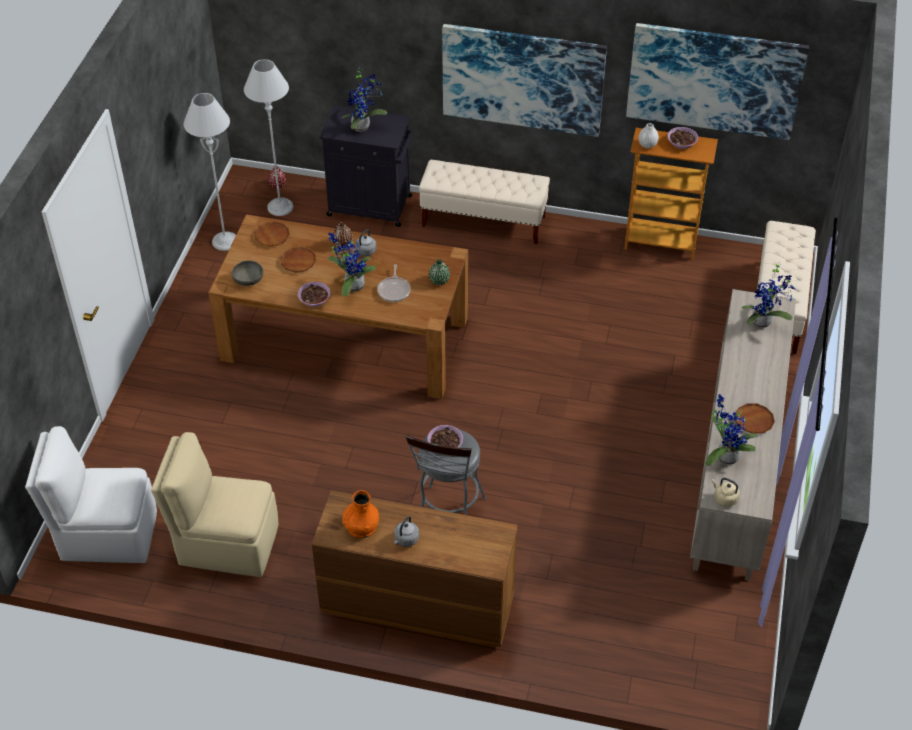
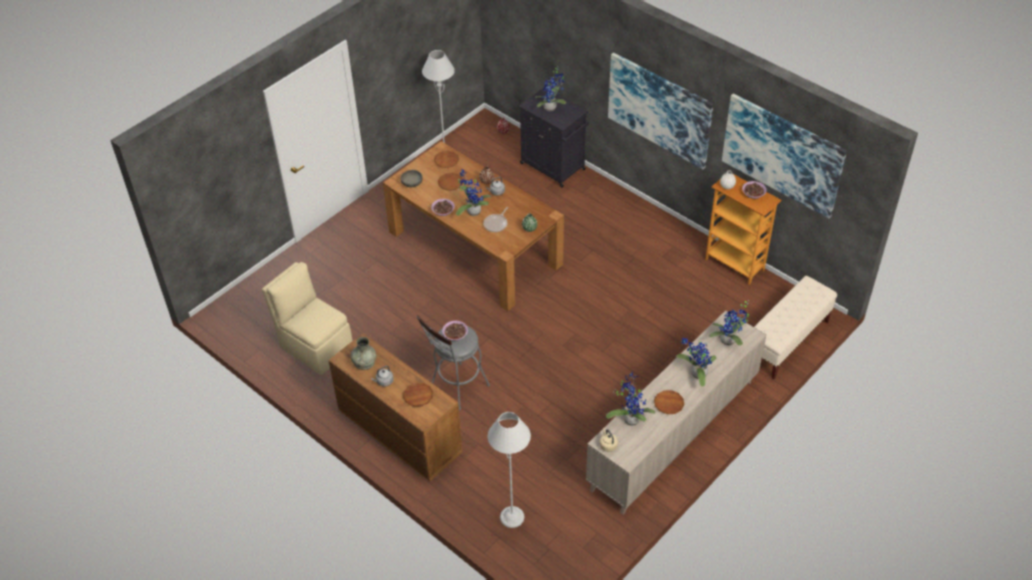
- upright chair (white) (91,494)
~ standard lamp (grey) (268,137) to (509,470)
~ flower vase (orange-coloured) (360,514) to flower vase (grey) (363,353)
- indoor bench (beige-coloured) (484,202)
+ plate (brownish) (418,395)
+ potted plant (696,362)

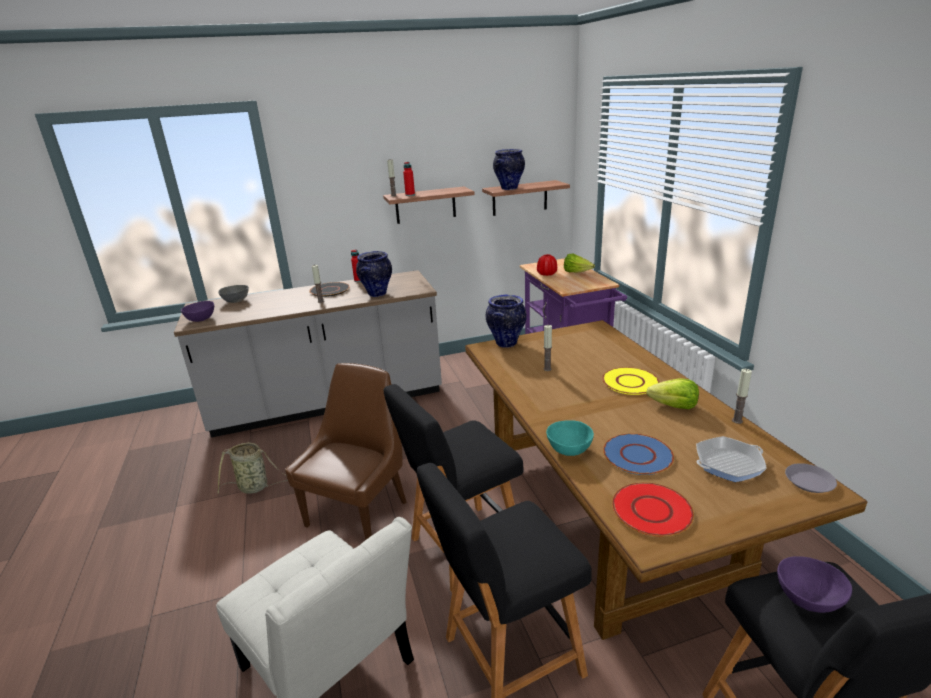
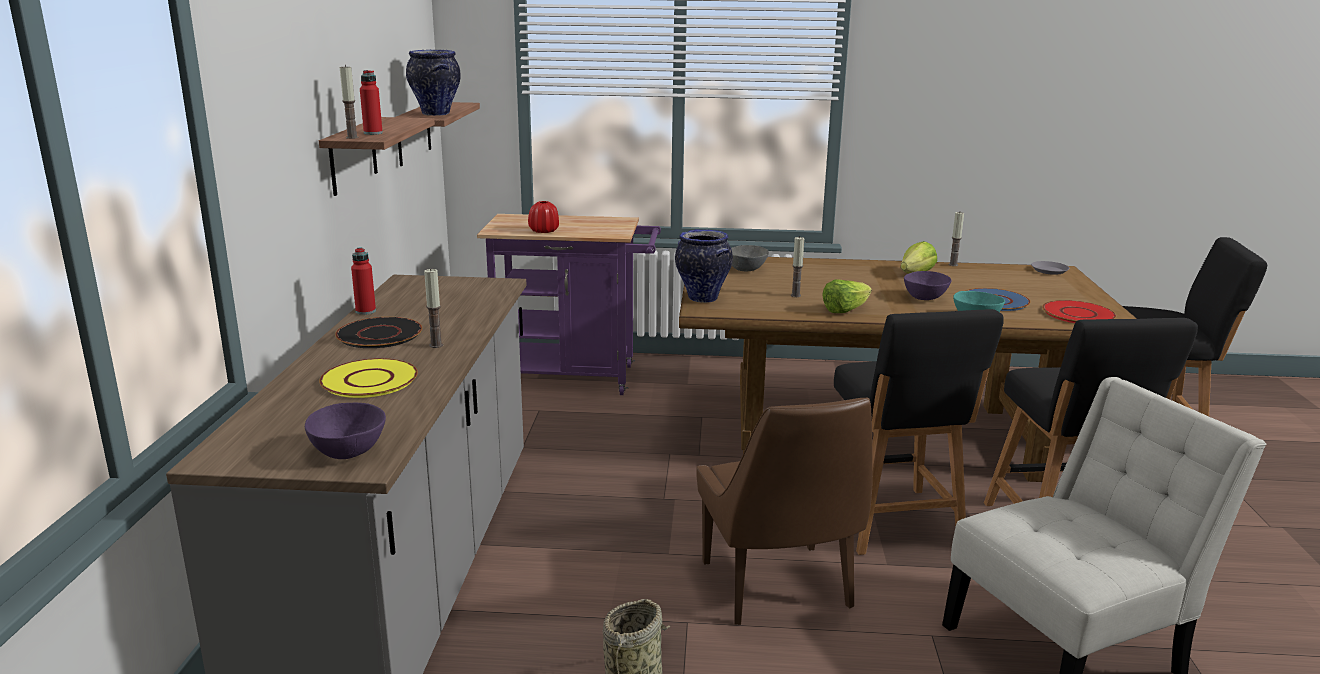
~ bowl (grey) (233,294) to (750,258)
~ upright chair (brownish) (345,451) = (784,511) 150 degrees counterclockwise
- flower vase (374,274)
~ head of lettuce (579,263) to (847,296)
~ plate (yellowish) (630,381) to (368,378)
- frying pan (731,459)
~ bowl (purplish) (814,584) to (927,285)

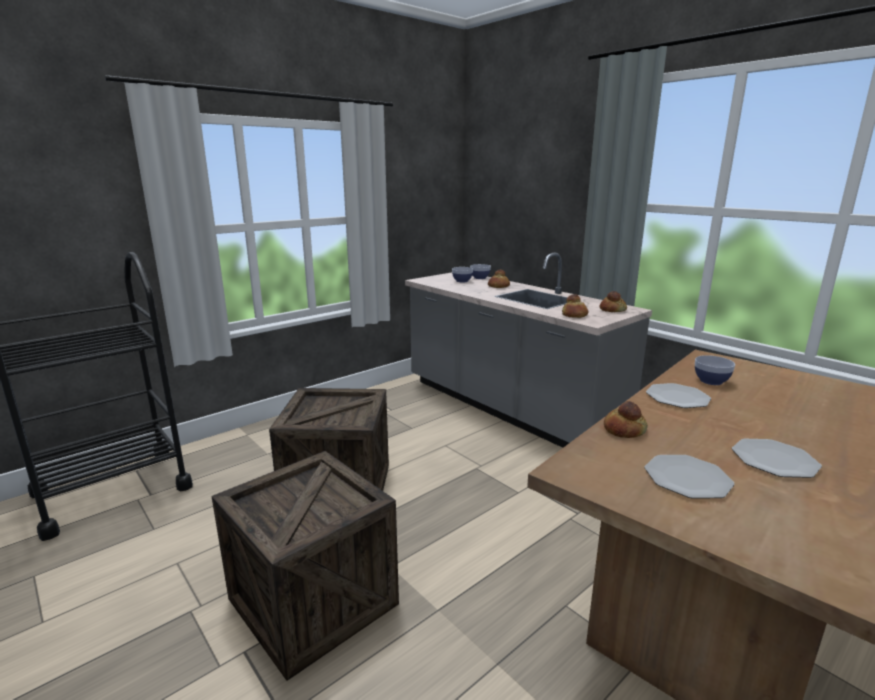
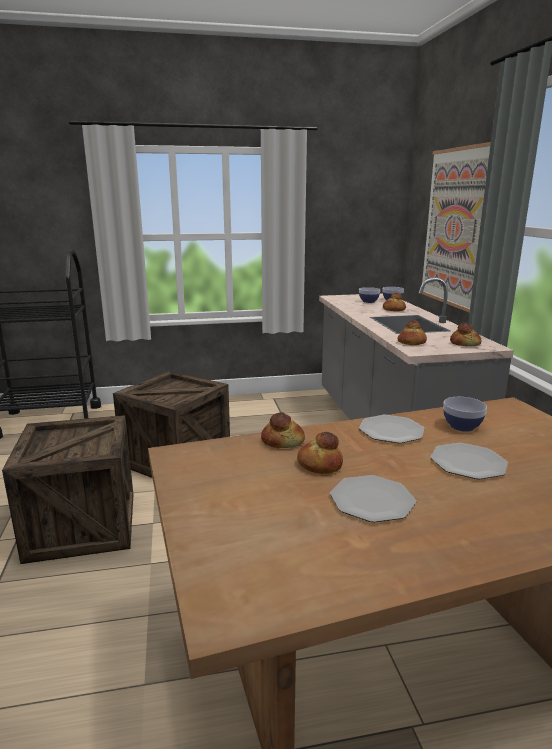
~ plate (690,477) to (469,461)
+ baked bread (320,453)
+ wall picture (456,227)

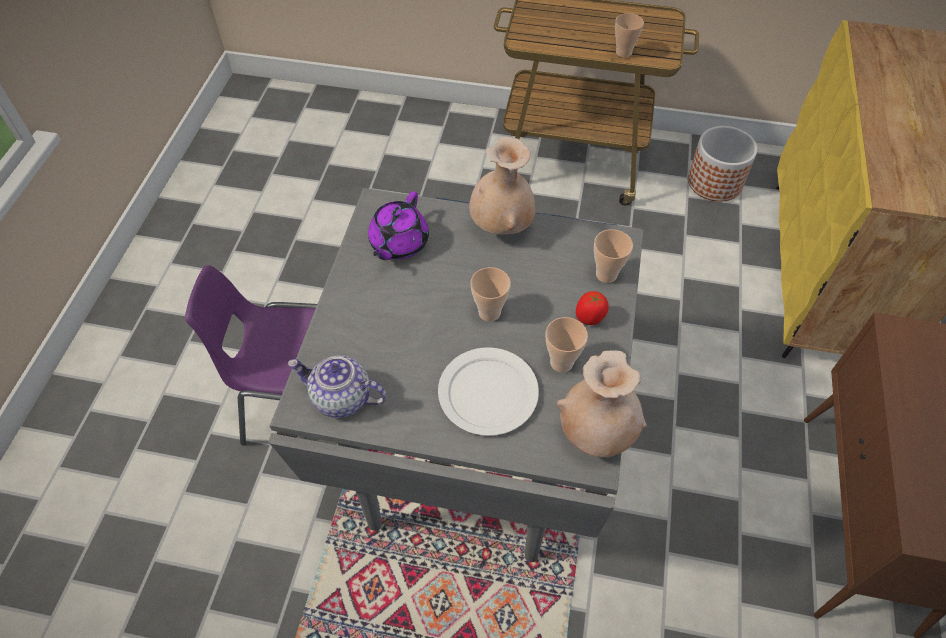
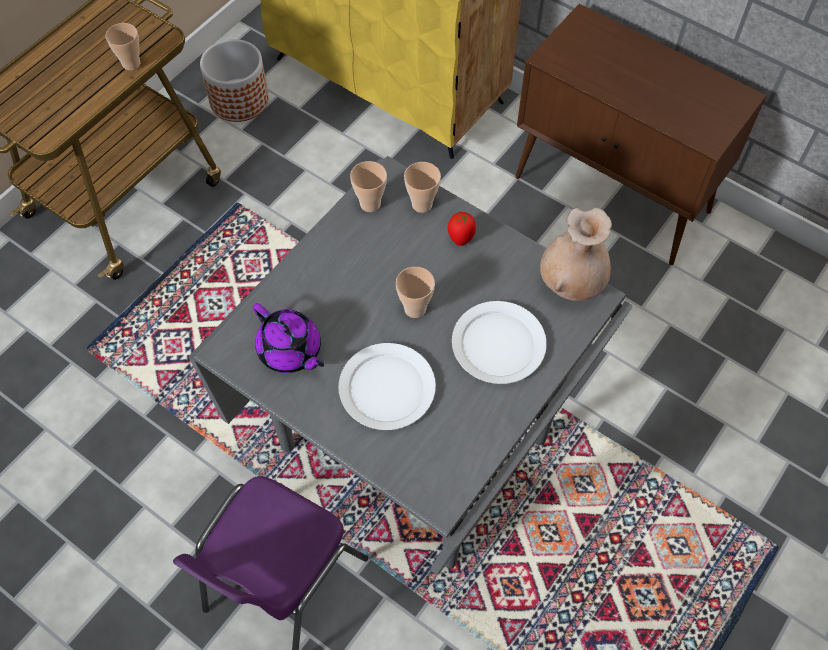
- teapot (337,386)
- flower vase (beige-coloured) (502,186)
~ small cup (567,345) to (368,186)
+ plate (white) (387,386)

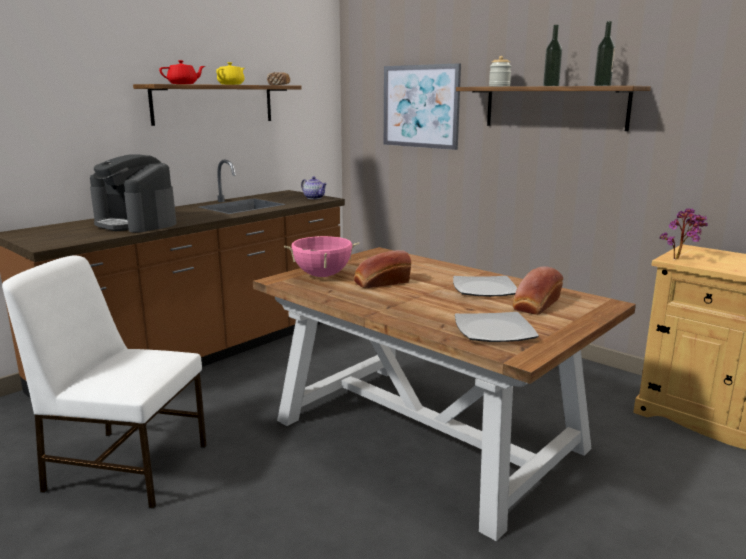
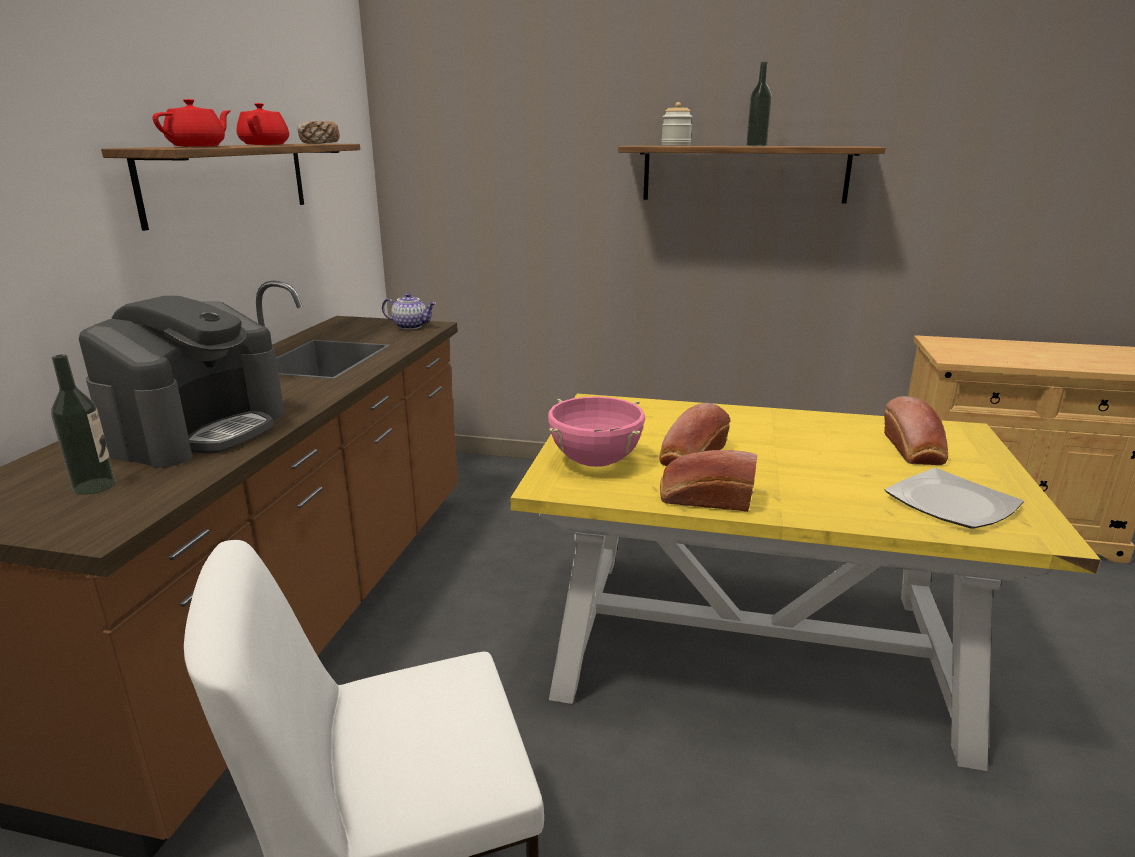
~ coffee maker (133,193) = (182,382) 75 degrees counterclockwise
~ teapot (yellowish) (230,73) to teapot (reddish) (263,124)
~ dining table (brownish) (444,394) to dining table (yellowish) (806,582)
- wall picture (422,106)
- plate (485,286)
~ drink bottle (604,53) to (83,424)
- potted plant (683,234)
+ baked bread (708,481)

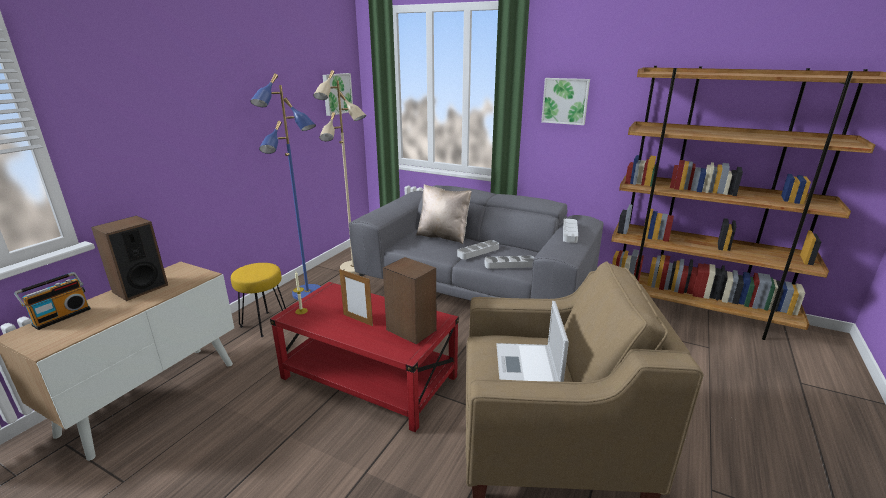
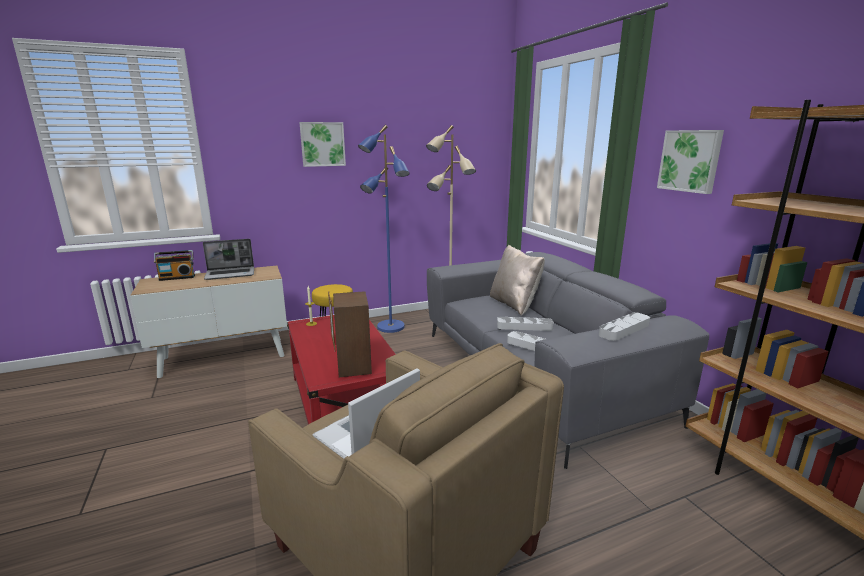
~ loudspeaker (129,258) to notebook computer (228,259)
~ wall picture (338,94) to (322,144)

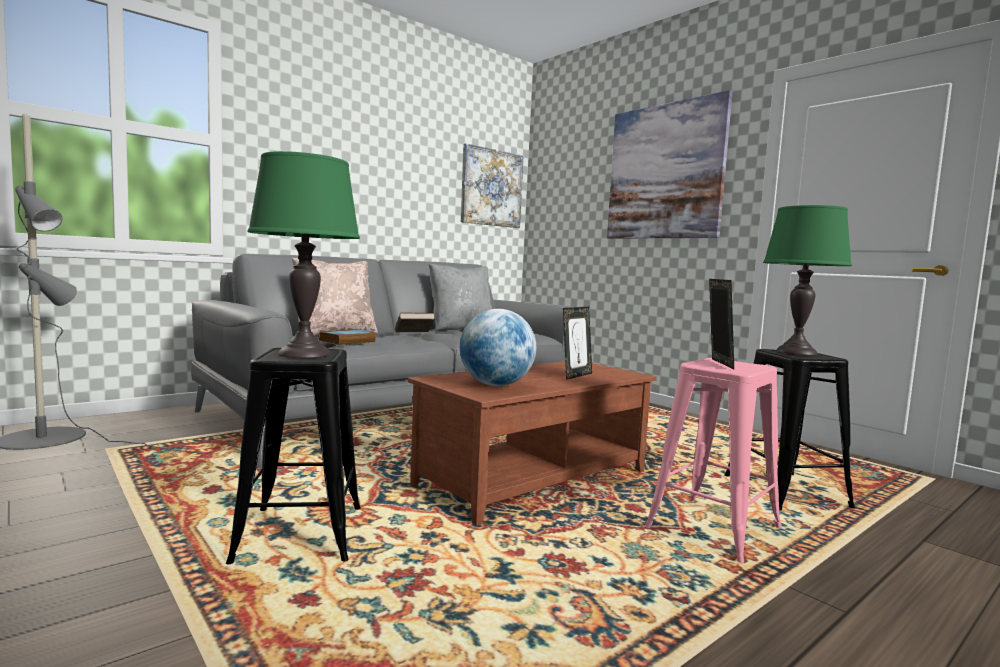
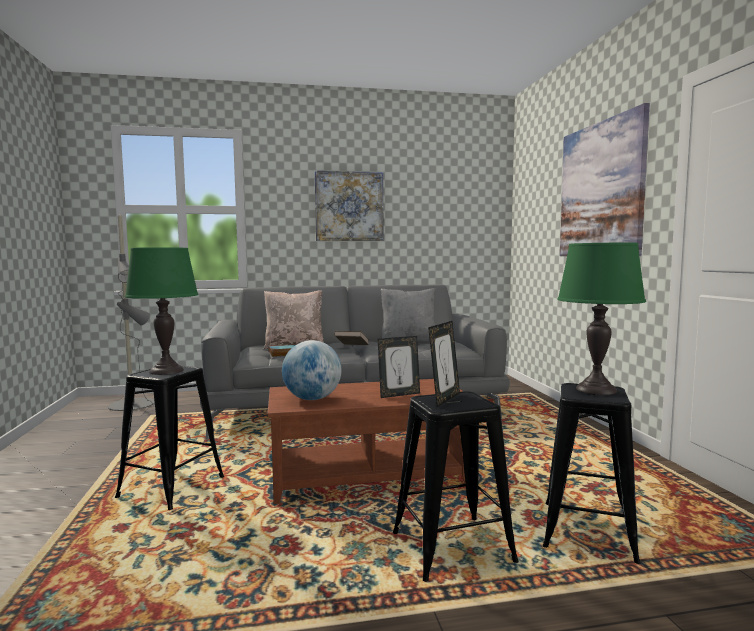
~ wall picture (492,185) to (349,206)
~ stool seat (pink) (713,460) to stool seat (blackish) (456,486)

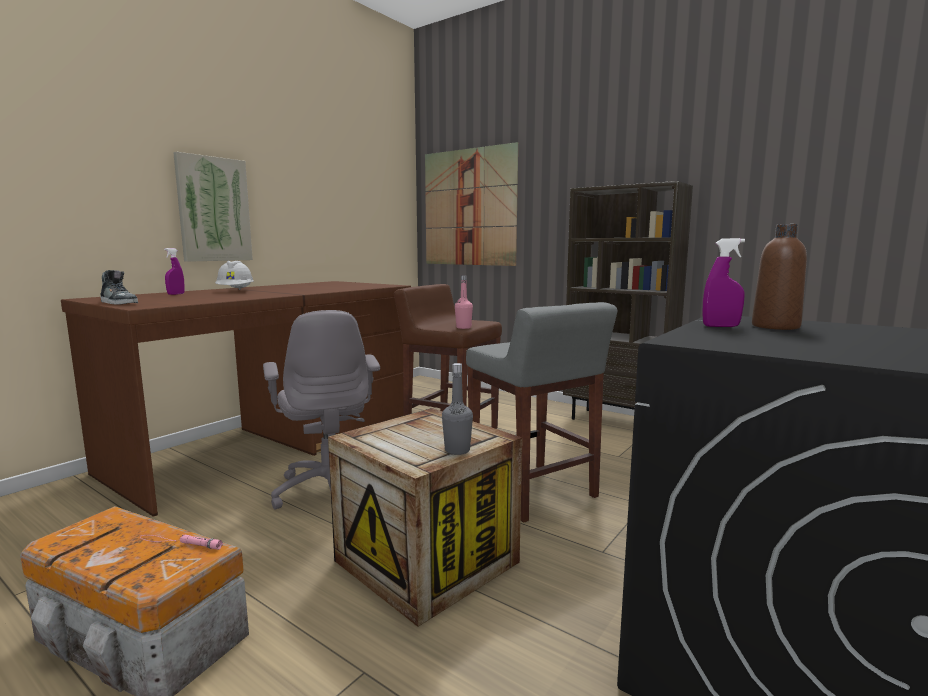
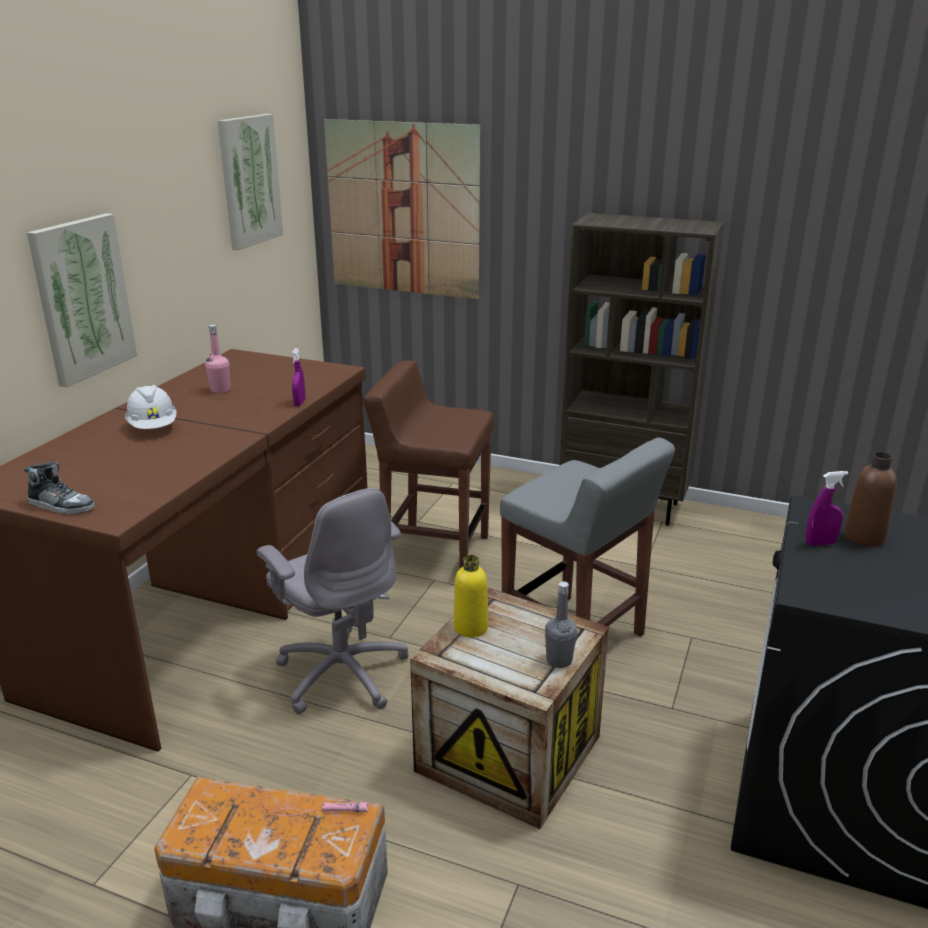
~ sprayer (purplish) (174,271) to (299,377)
~ drink bottle (pink) (464,302) to (218,359)
+ wall picture (250,182)
+ drink bottle (yellowish) (470,596)

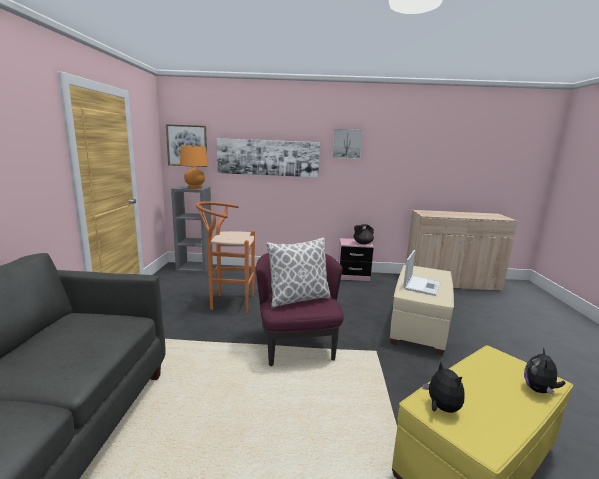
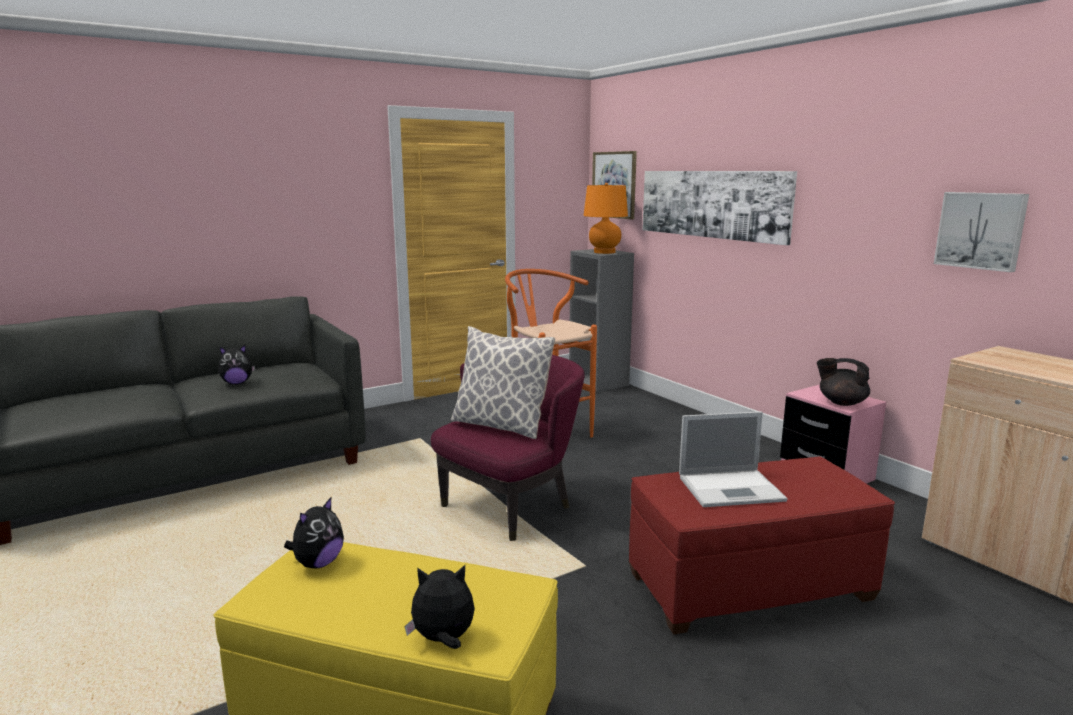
~ wall picture (347,144) to (981,232)
~ footrest (beige-coloured) (422,310) to footrest (reddish) (762,545)
+ cuddly toy (236,364)

